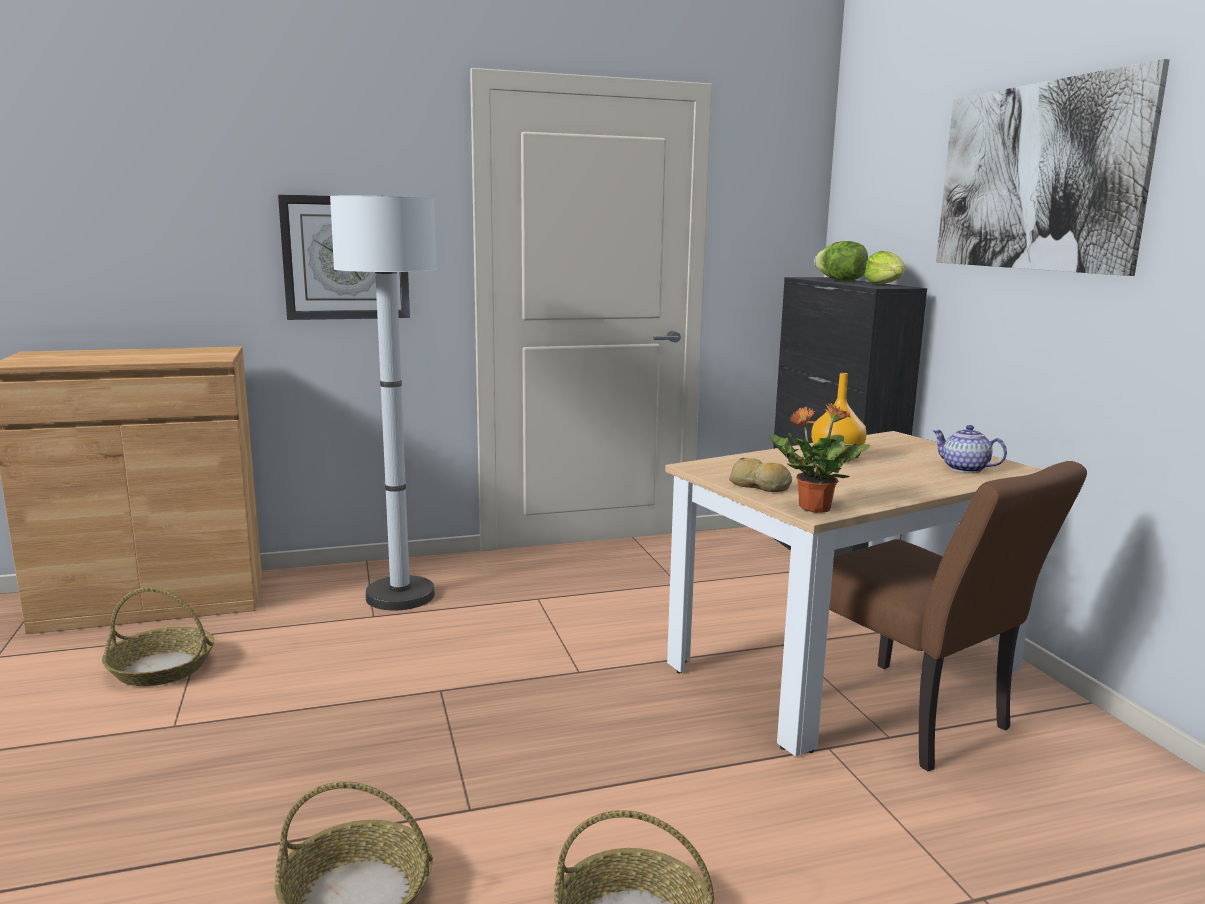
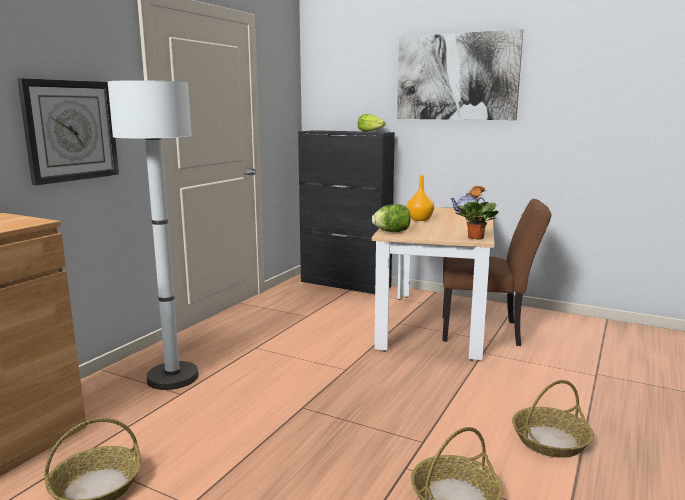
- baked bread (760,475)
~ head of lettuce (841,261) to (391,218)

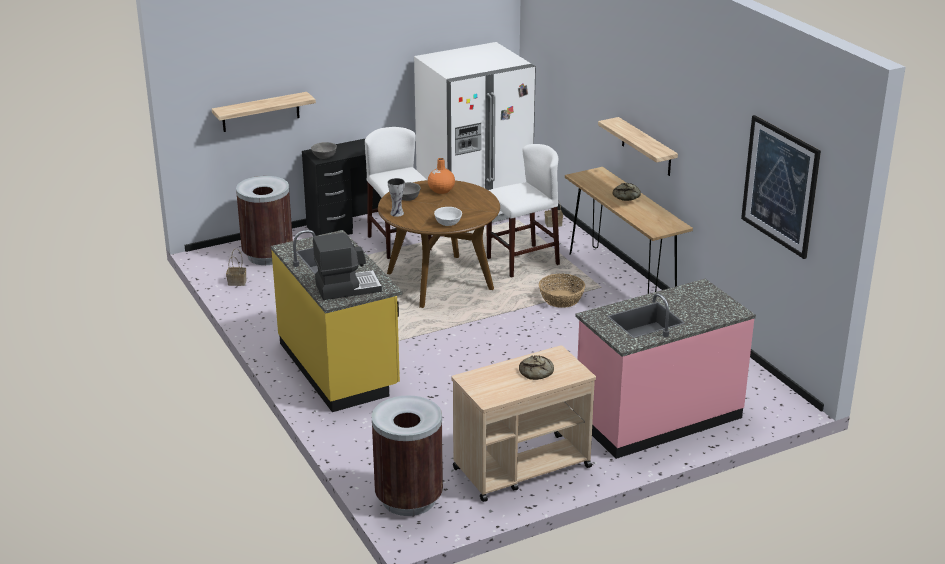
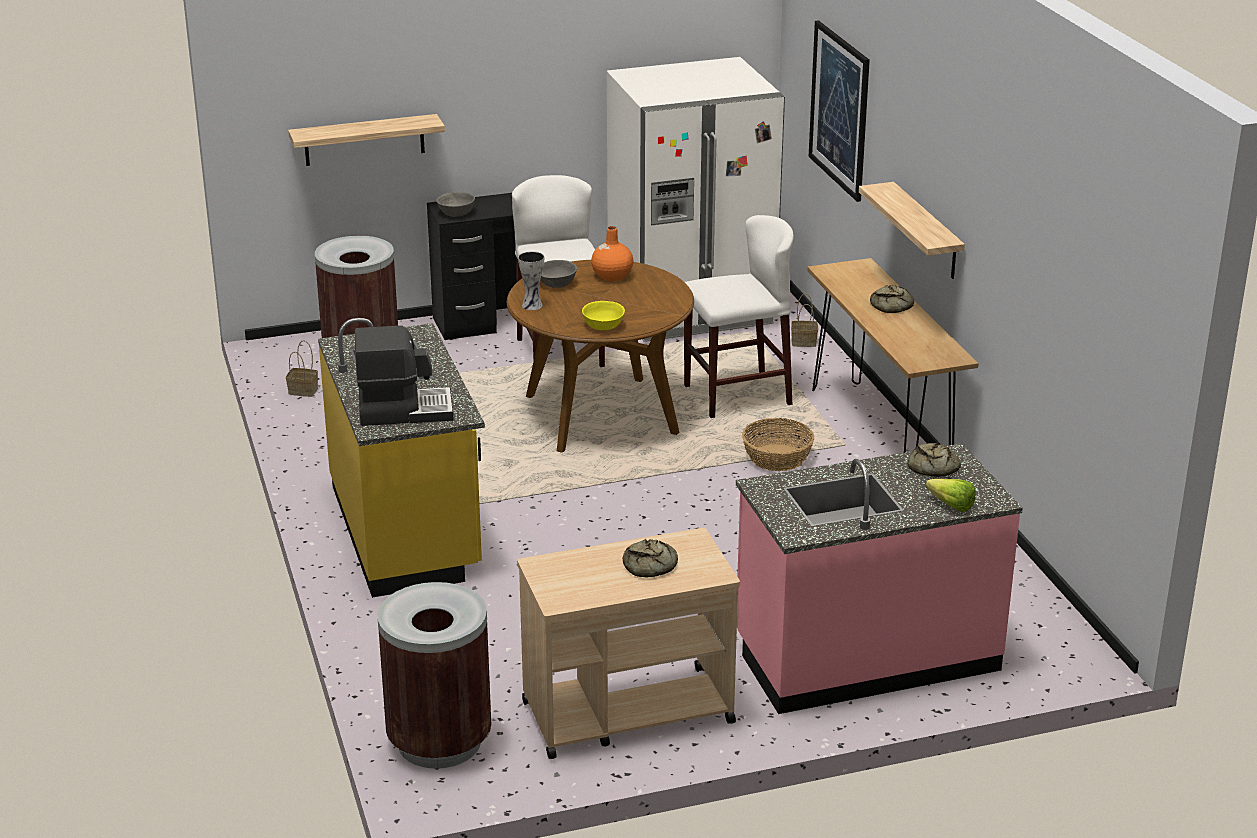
~ bowl (white) (448,216) to bowl (yellowish) (603,315)
~ wall picture (781,187) to (839,111)
+ baked bread (934,460)
+ head of lettuce (951,495)

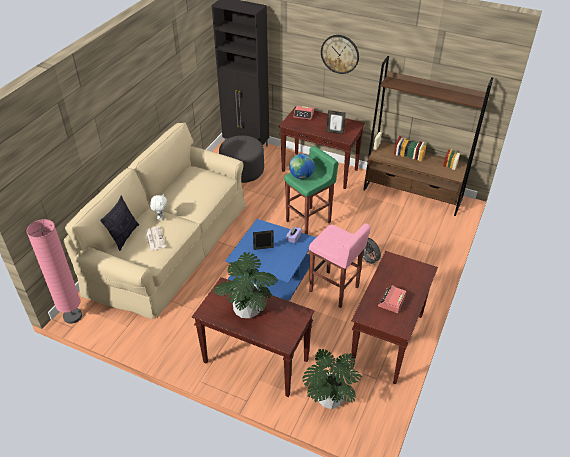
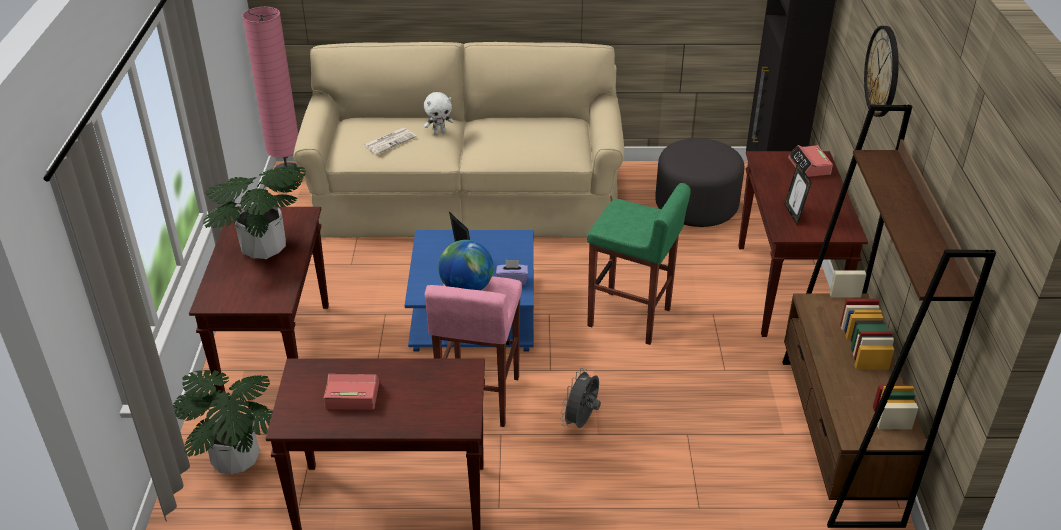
- pillow (119,223)
~ desk globe (302,166) to (465,265)

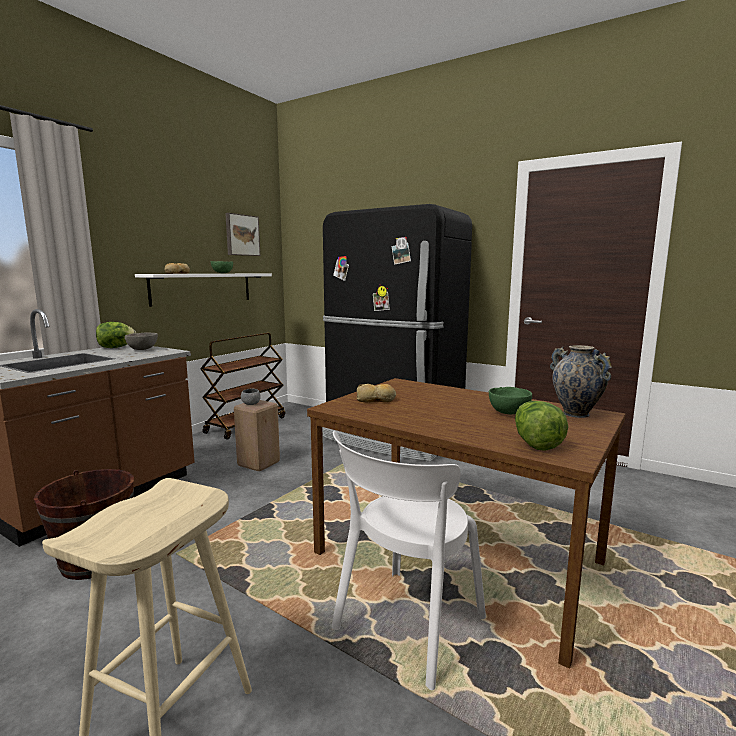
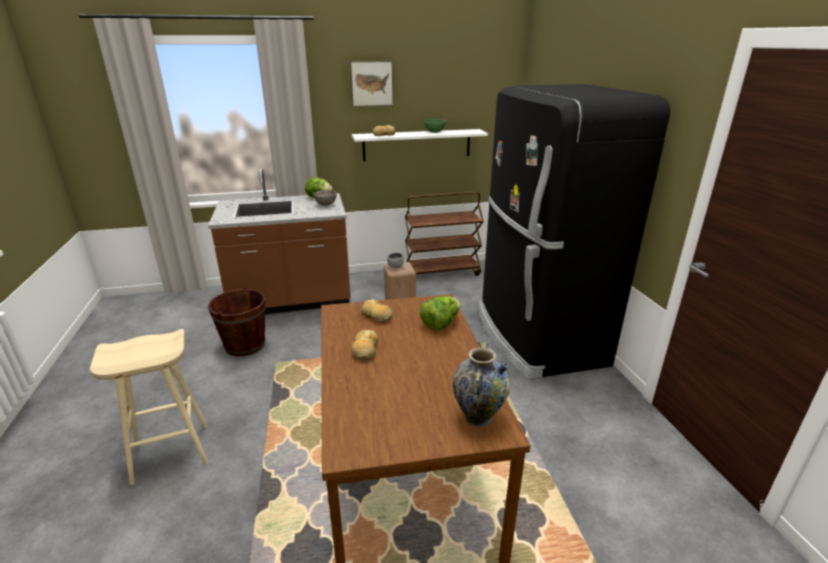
~ wall picture (242,234) to (371,84)
- upright chair (white) (408,560)
- bowl (green-coloured) (510,400)
~ head of lettuce (541,426) to (440,313)
+ baked bread (365,345)

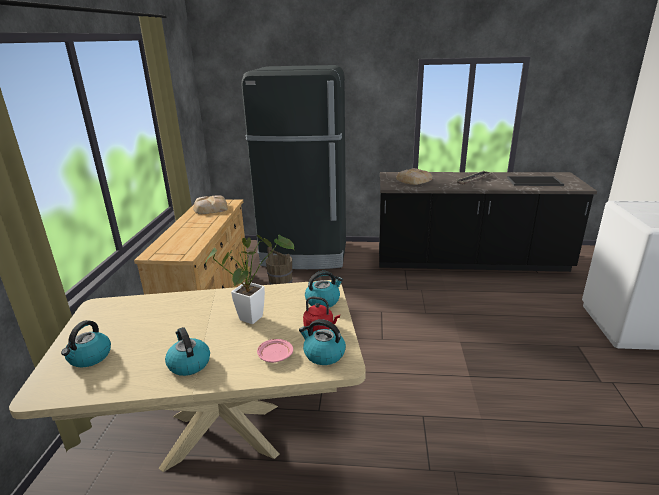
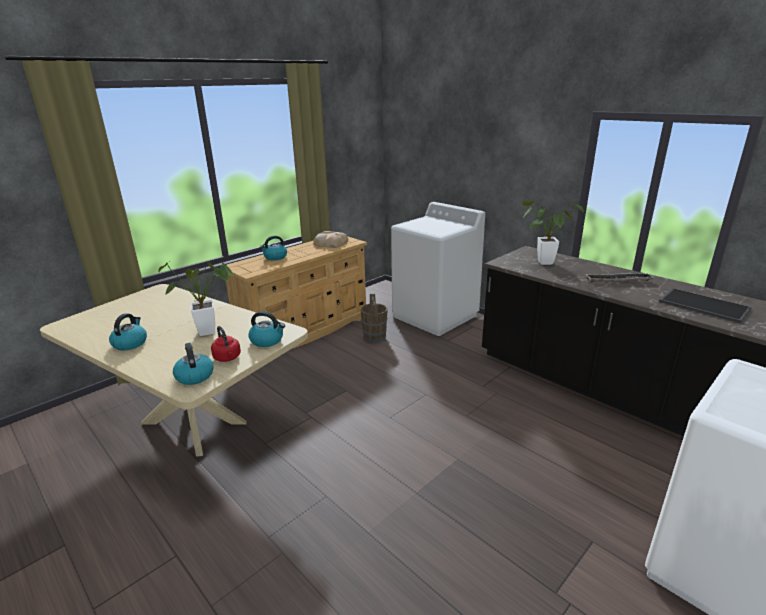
~ kettle (86,343) to (273,248)
~ kitchen fridge (blackish) (294,167) to laundry appliance (white) (438,269)
- plate (pink) (275,351)
~ baked bread (414,176) to potted plant (553,232)

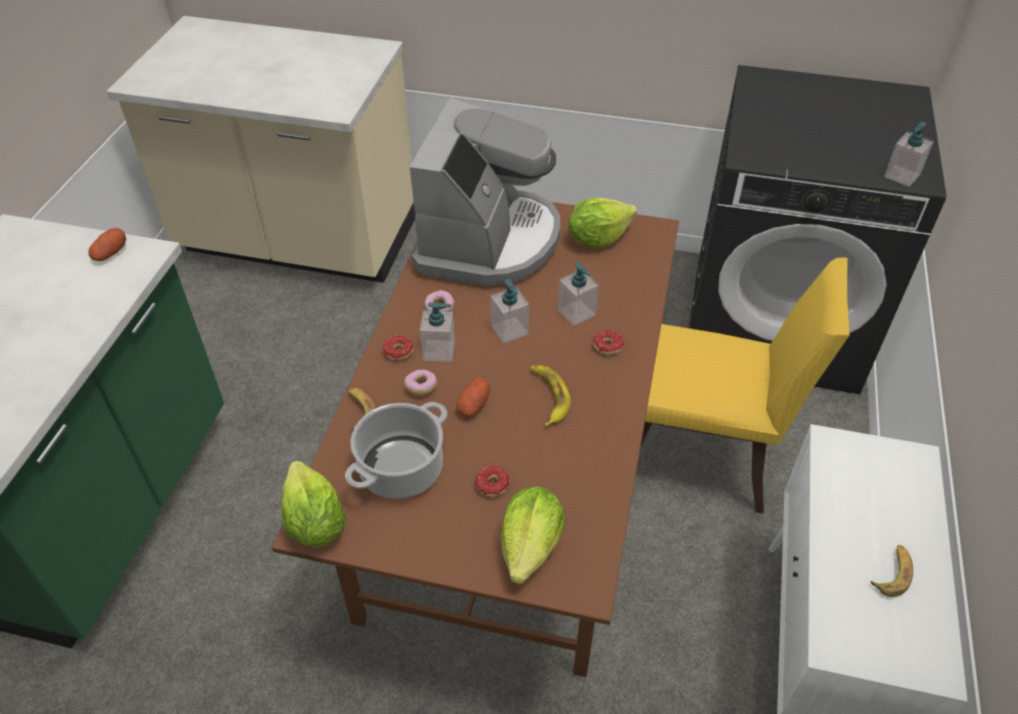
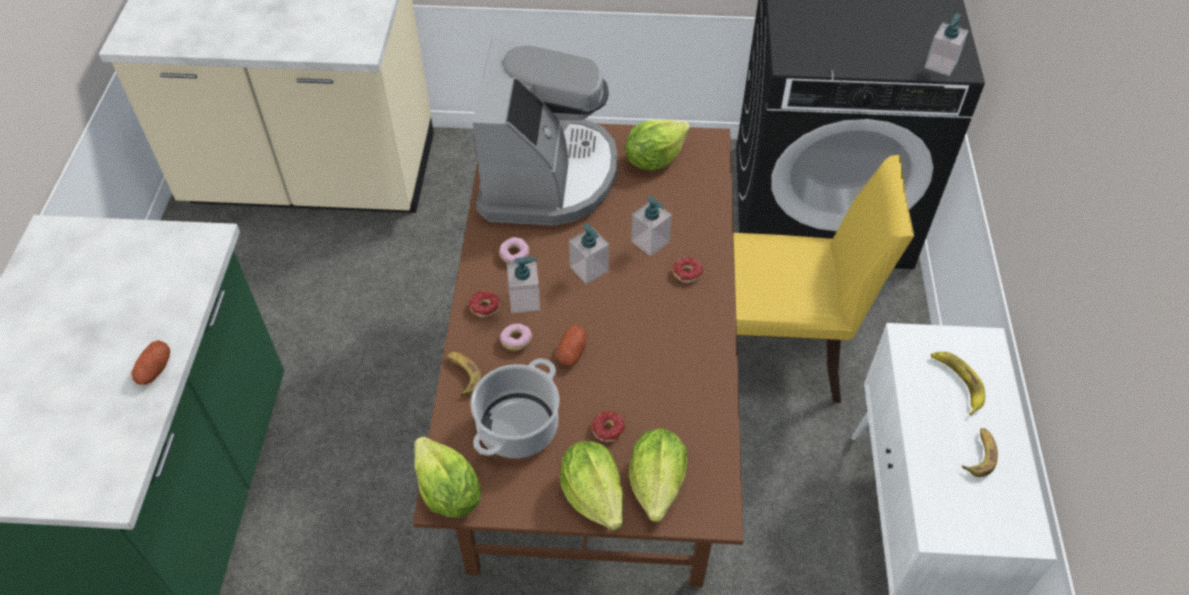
~ whole potato (107,244) to (150,362)
~ banana (551,396) to (958,383)
+ head of lettuce (591,485)

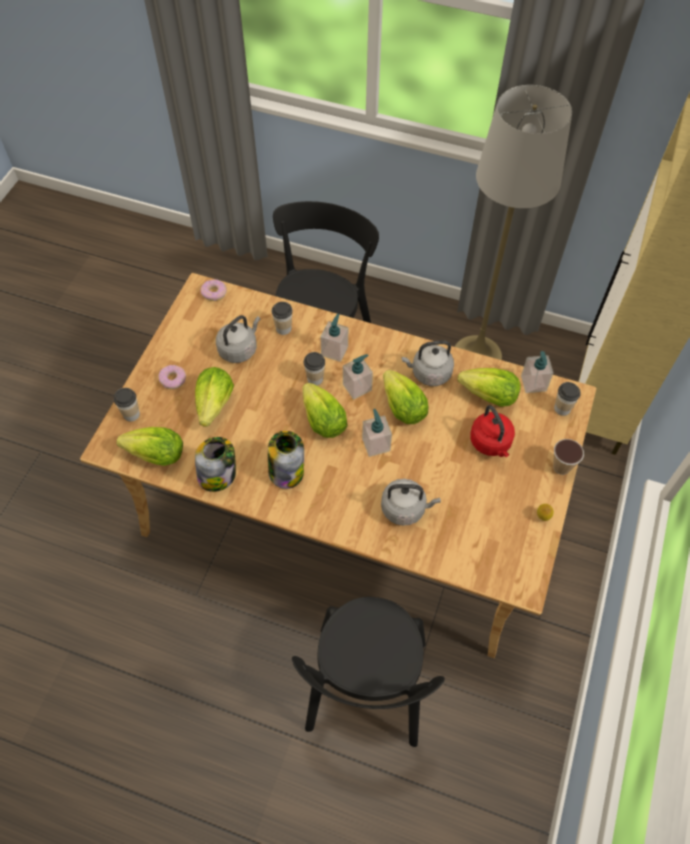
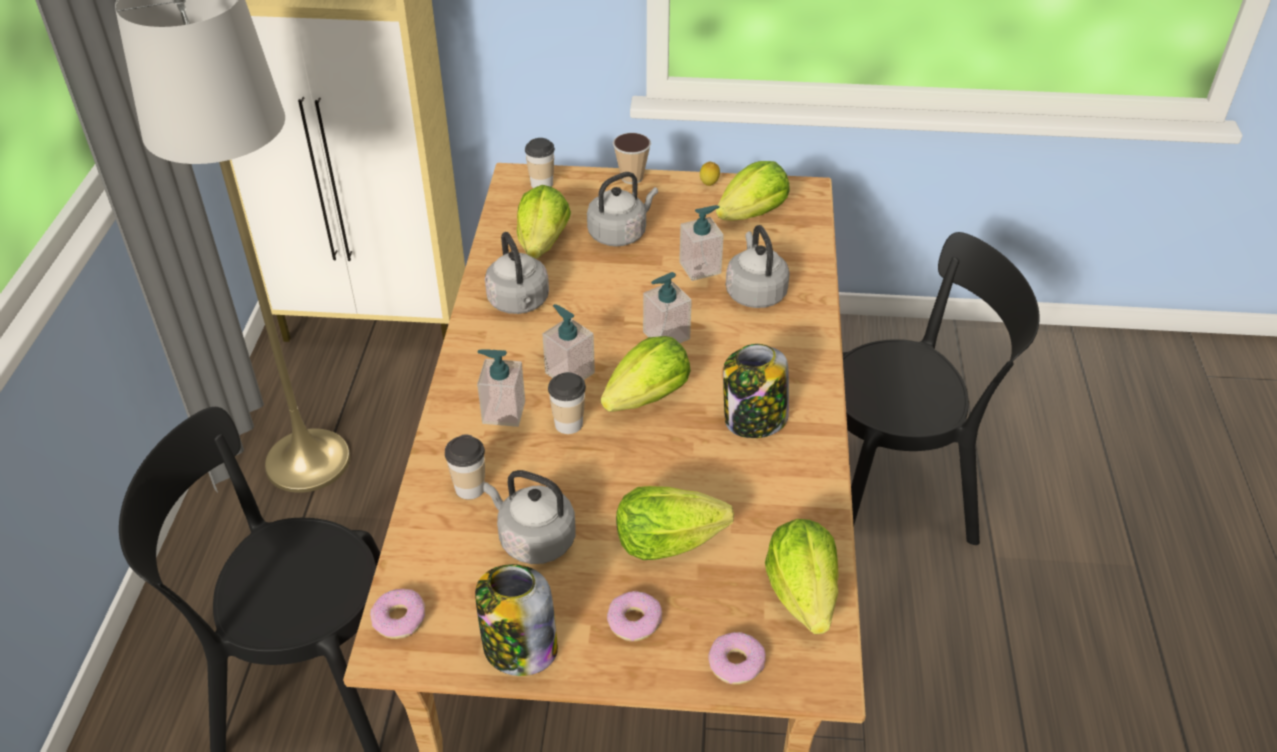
~ small cup (127,404) to ring doughnut (737,658)
~ preserve jar (215,464) to (516,620)
~ head of lettuce (406,397) to (753,191)
~ kettle (reddish) (492,431) to kettle (grey) (622,209)
~ liquid soap bottle (537,372) to (701,243)

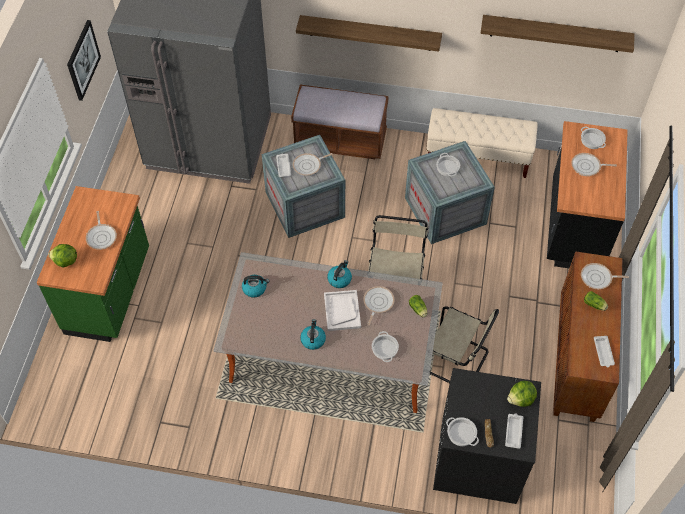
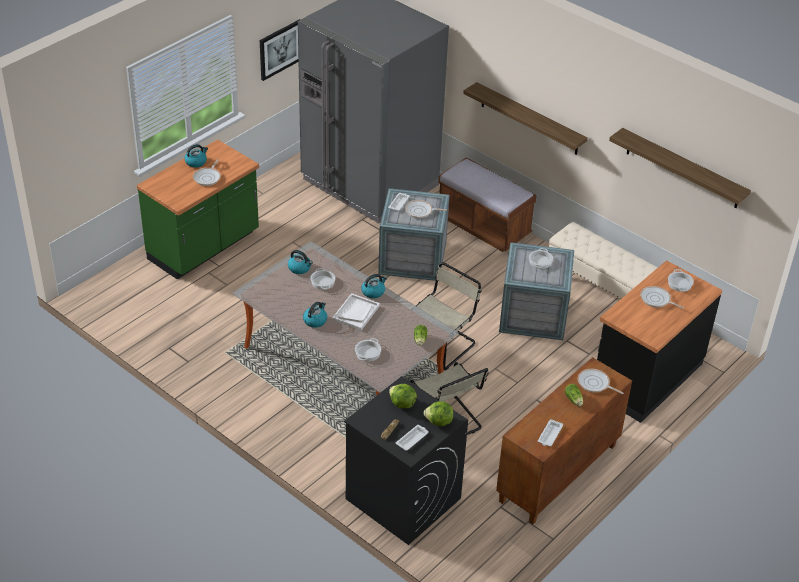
~ head of lettuce (63,255) to (403,396)
- frying pan (379,305)
~ saucepot (462,431) to (322,279)
+ kettle (196,156)

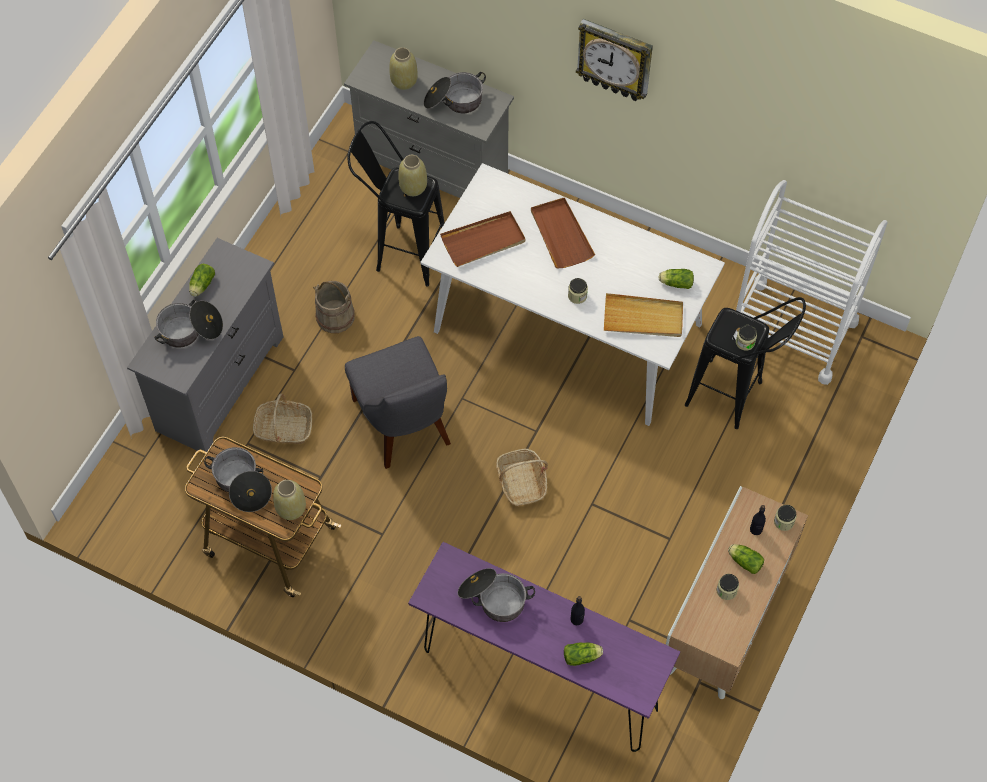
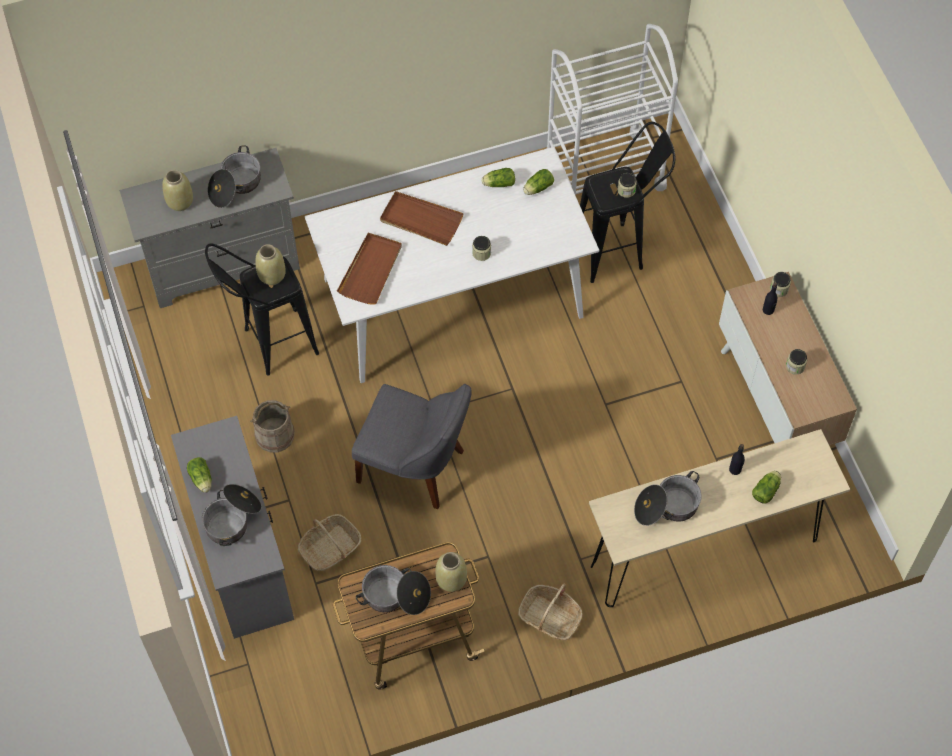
~ narrow table (purplish) (544,647) to narrow table (beige-coloured) (719,518)
~ storage basket (522,477) to (550,611)
- hanging clock (614,60)
- serving tray (beige-coloured) (643,315)
~ head of lettuce (746,559) to (498,177)

